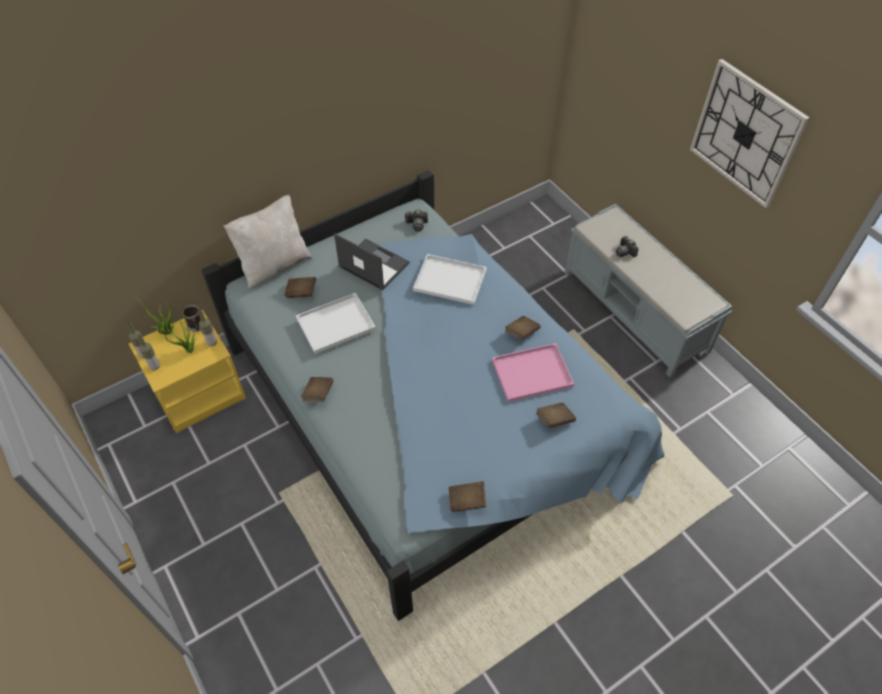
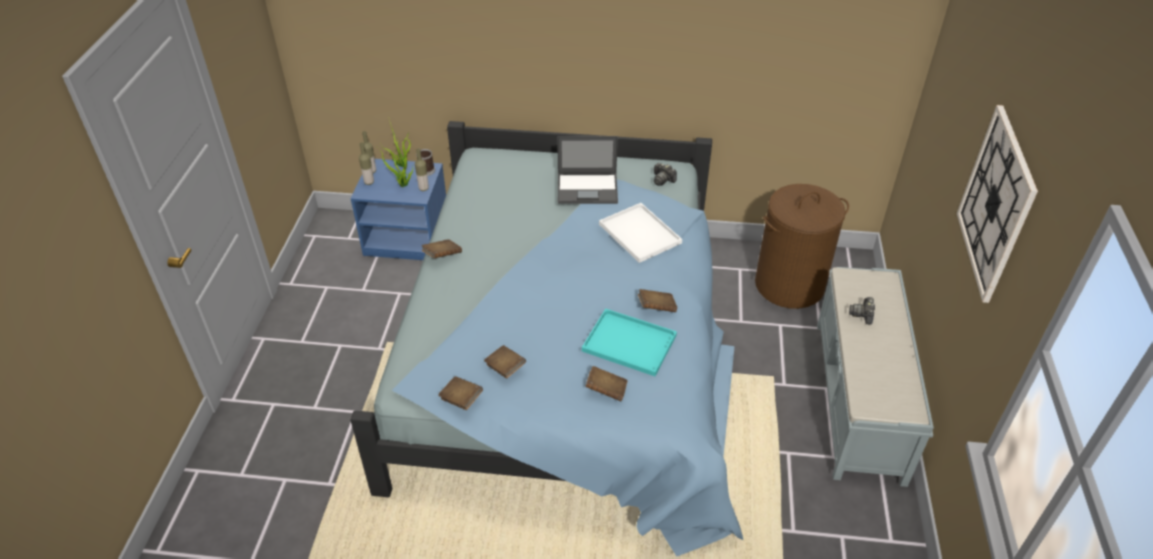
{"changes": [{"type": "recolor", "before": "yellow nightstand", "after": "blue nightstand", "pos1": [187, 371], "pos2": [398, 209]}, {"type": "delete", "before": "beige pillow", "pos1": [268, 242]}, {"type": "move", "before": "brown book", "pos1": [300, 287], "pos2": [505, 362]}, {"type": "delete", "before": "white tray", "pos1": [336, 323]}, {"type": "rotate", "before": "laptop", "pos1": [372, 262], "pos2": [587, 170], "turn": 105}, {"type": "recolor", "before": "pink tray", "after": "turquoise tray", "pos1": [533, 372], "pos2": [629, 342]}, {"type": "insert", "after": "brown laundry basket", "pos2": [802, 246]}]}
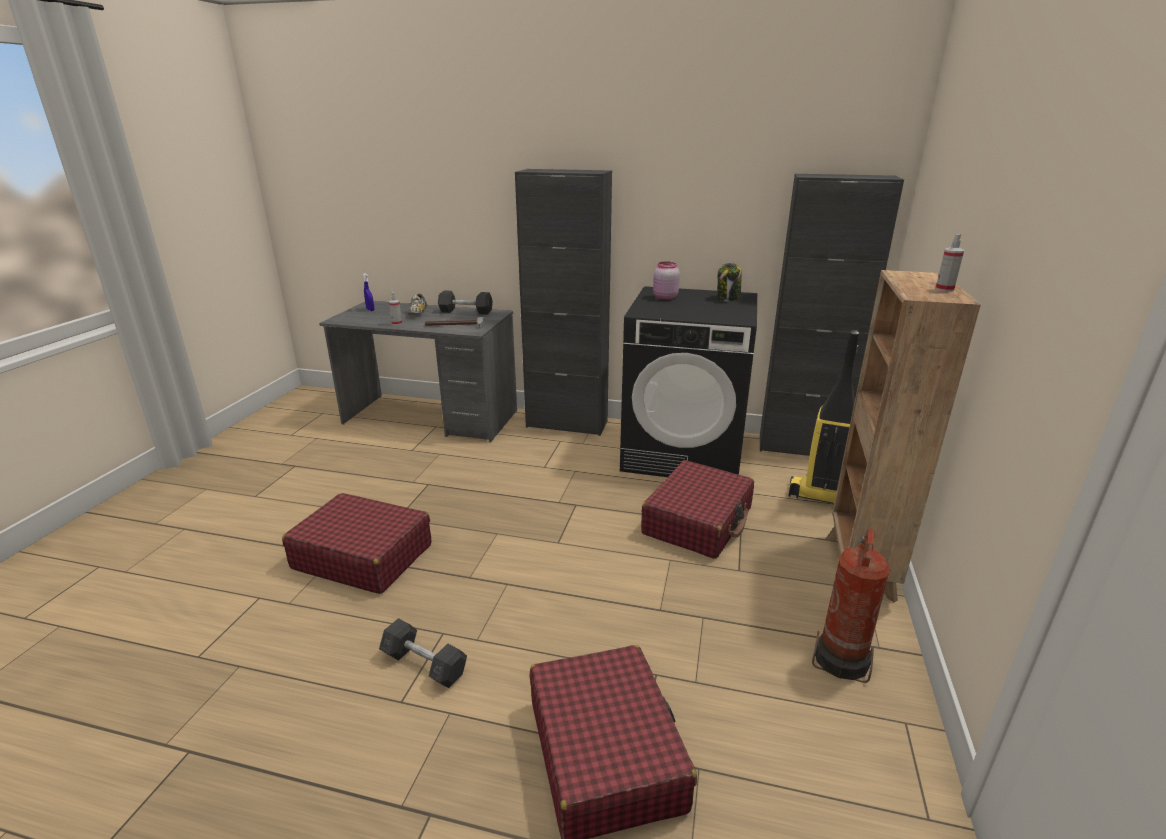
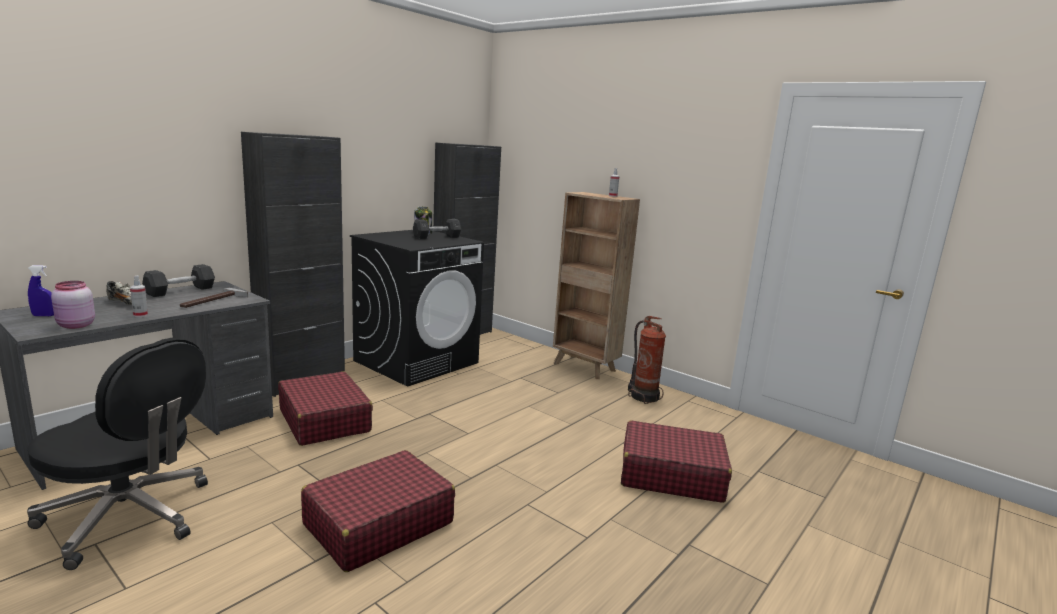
{"changes": [{"type": "move", "before": "grey dumbbell", "pos1": [423, 653], "pos2": [437, 229]}, {"type": "move", "before": "red suitcase", "pos1": [697, 509], "pos2": [325, 408]}, {"type": "move", "before": "pink jar", "pos1": [666, 281], "pos2": [73, 305]}, {"type": "delete", "before": "vacuum cleaner", "pos1": [823, 417]}, {"type": "insert", "after": "black office chair", "pos2": [117, 454]}]}
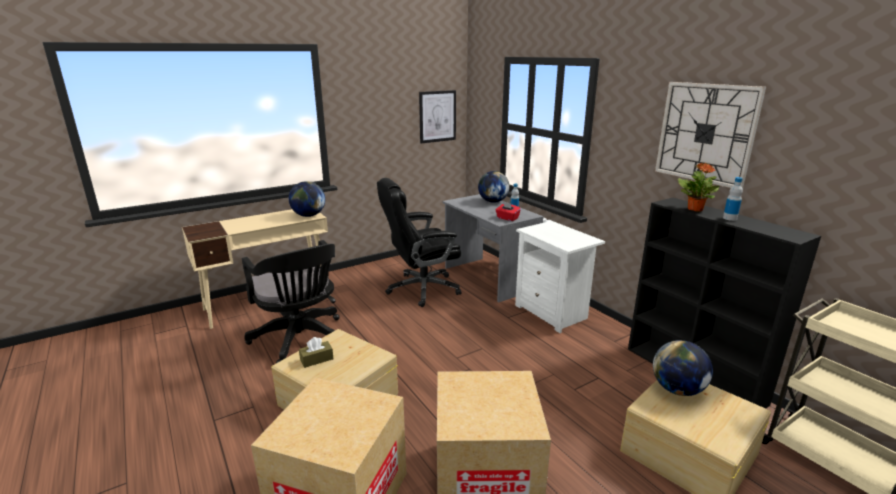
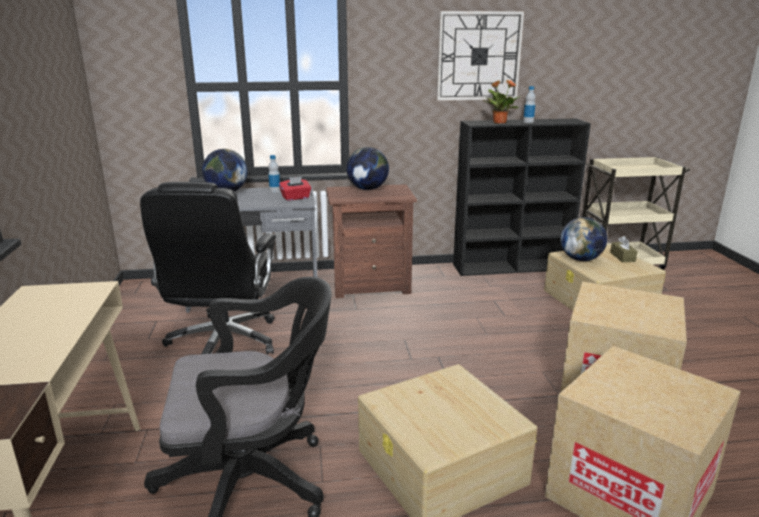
{"changes": [{"type": "move", "before": "globe", "pos1": [307, 199], "pos2": [367, 168]}, {"type": "move", "before": "brown tissue box", "pos1": [316, 352], "pos2": [624, 249]}, {"type": "delete", "before": "picture", "pos1": [437, 116]}, {"type": "recolor", "before": "white nightstand", "after": "brown nightstand", "pos1": [560, 277], "pos2": [371, 241]}]}
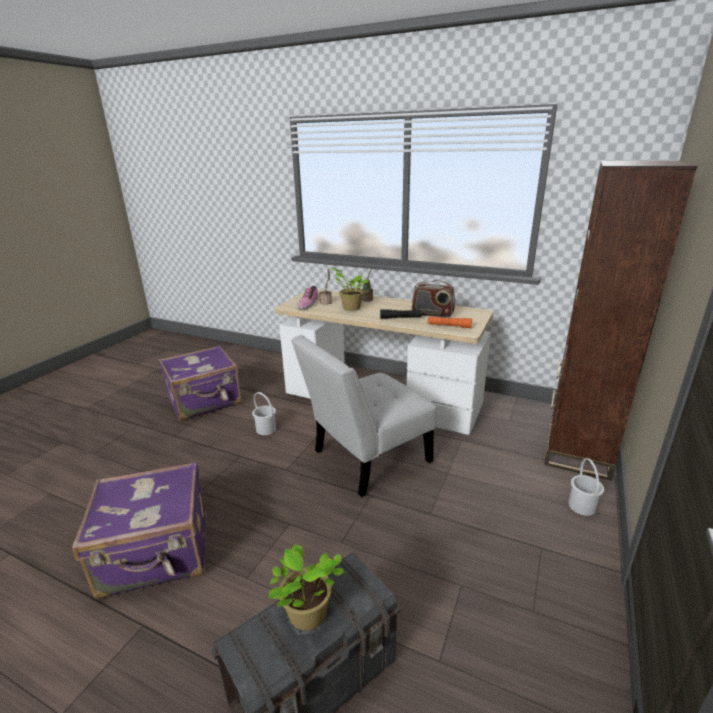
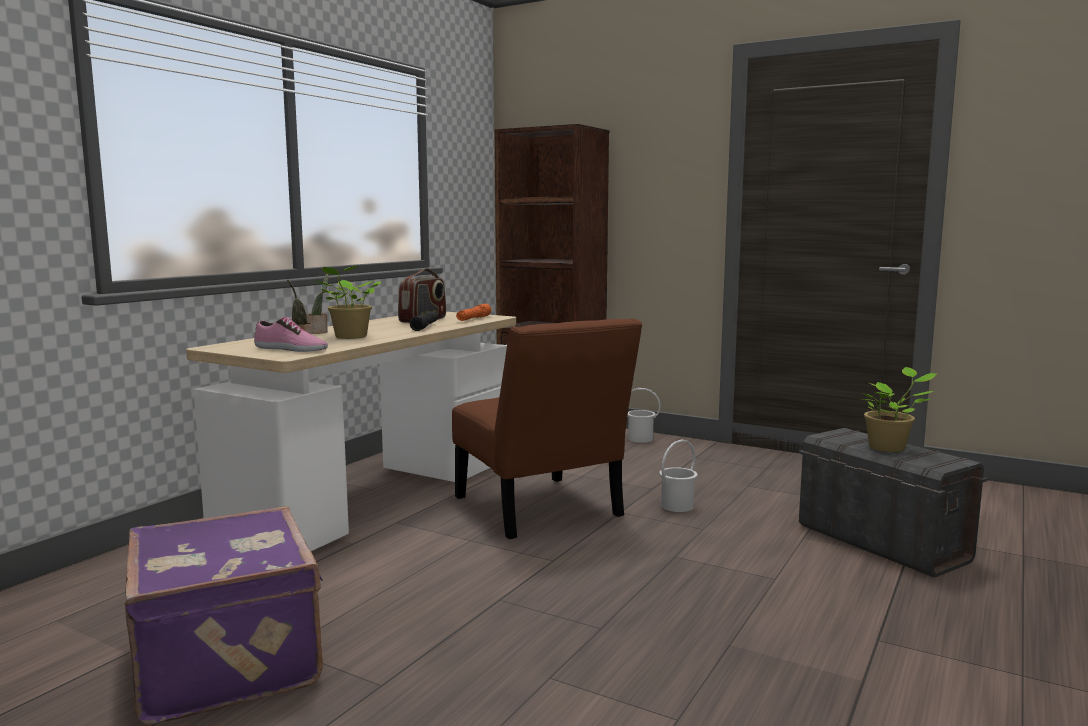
{"changes": [{"type": "delete", "before": "purple suitcase", "pos1": [139, 530]}, {"type": "move", "before": "white bucket", "pos1": [264, 413], "pos2": [678, 475]}, {"type": "recolor", "before": "white chair", "after": "brown chair", "pos1": [364, 416], "pos2": [547, 428]}]}
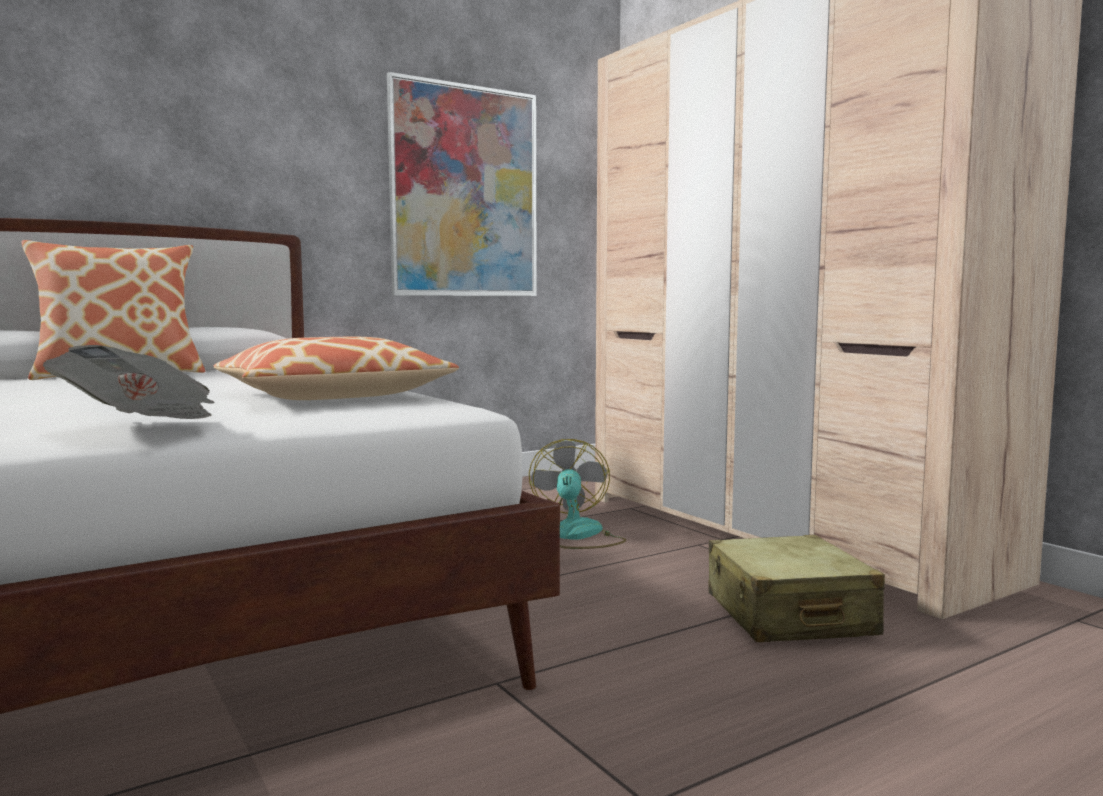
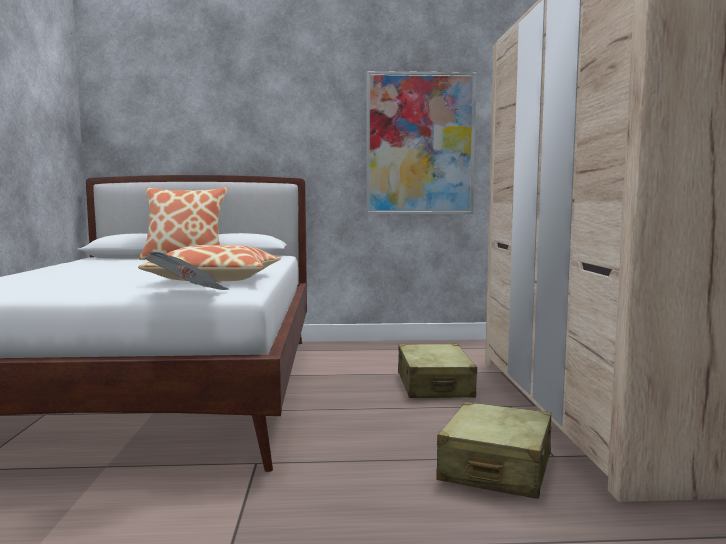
{"changes": [{"type": "move", "before": "newspaper", "pos1": [129, 382], "pos2": [187, 271]}, {"type": "replace", "before": "fan", "after": "beige suitcase", "pos1": [577, 494], "pos2": [437, 371]}]}
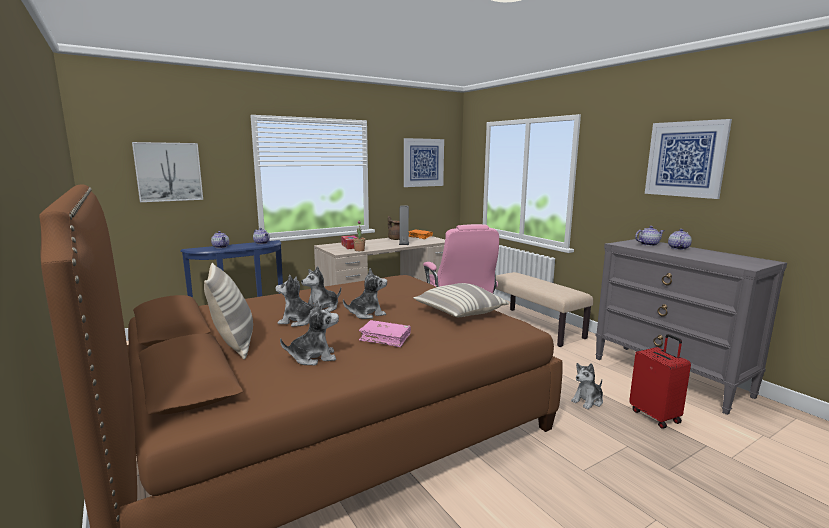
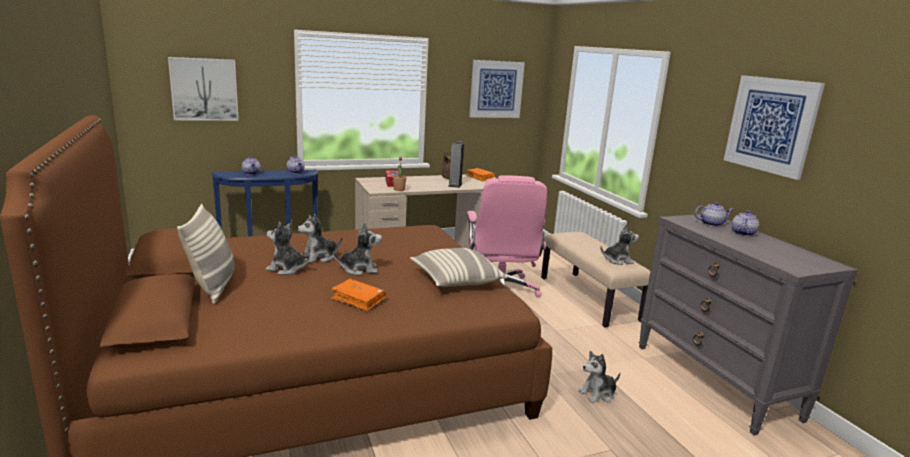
{"changes": [{"type": "move", "before": "plush toy", "pos1": [309, 332], "pos2": [619, 244]}, {"type": "recolor", "before": "pink book", "after": "orange book", "pos1": [385, 333], "pos2": [358, 295]}, {"type": "delete", "before": "red suitcase", "pos1": [660, 381]}]}
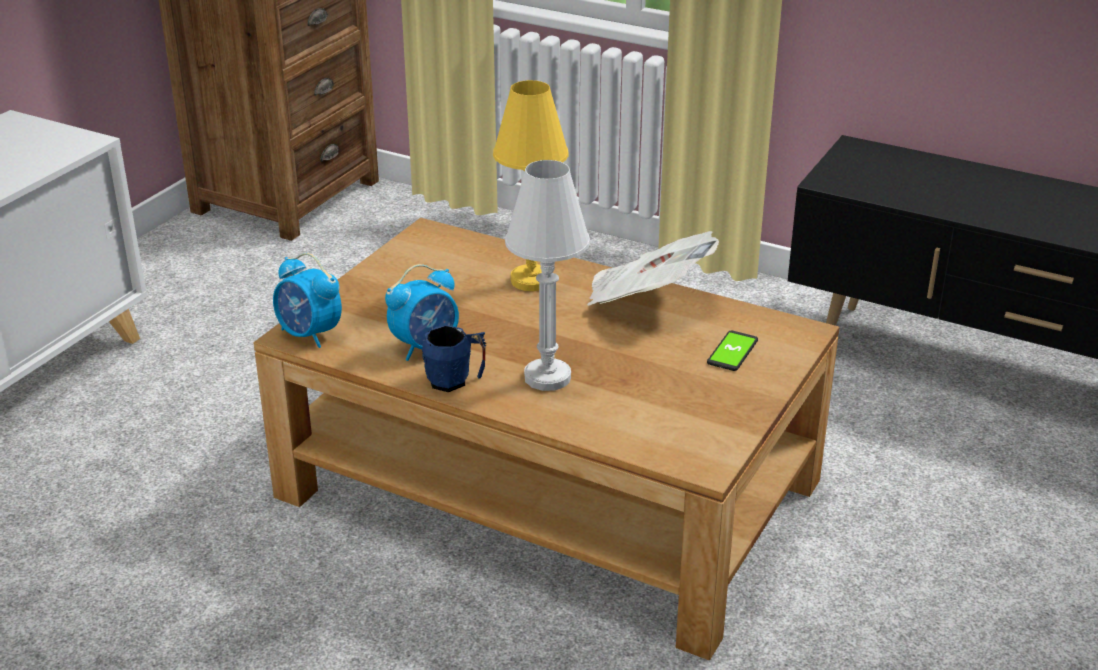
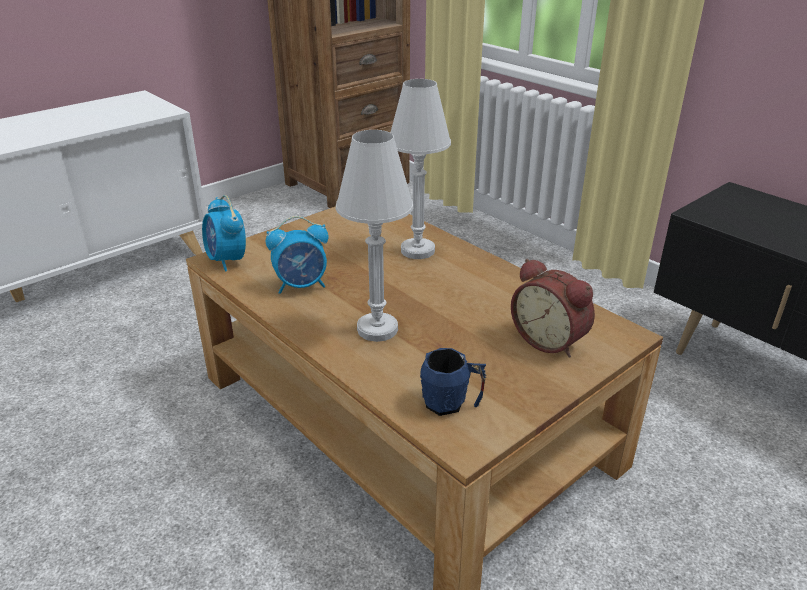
{"changes": [{"type": "move", "before": "blue mug", "pos1": [454, 358], "pos2": [453, 382]}, {"type": "recolor", "before": "yellow table lamp", "after": "white table lamp", "pos1": [531, 185], "pos2": [420, 169]}, {"type": "delete", "before": "newspaper", "pos1": [653, 268]}, {"type": "replace", "before": "phone", "after": "alarm clock", "pos1": [732, 351], "pos2": [553, 308]}]}
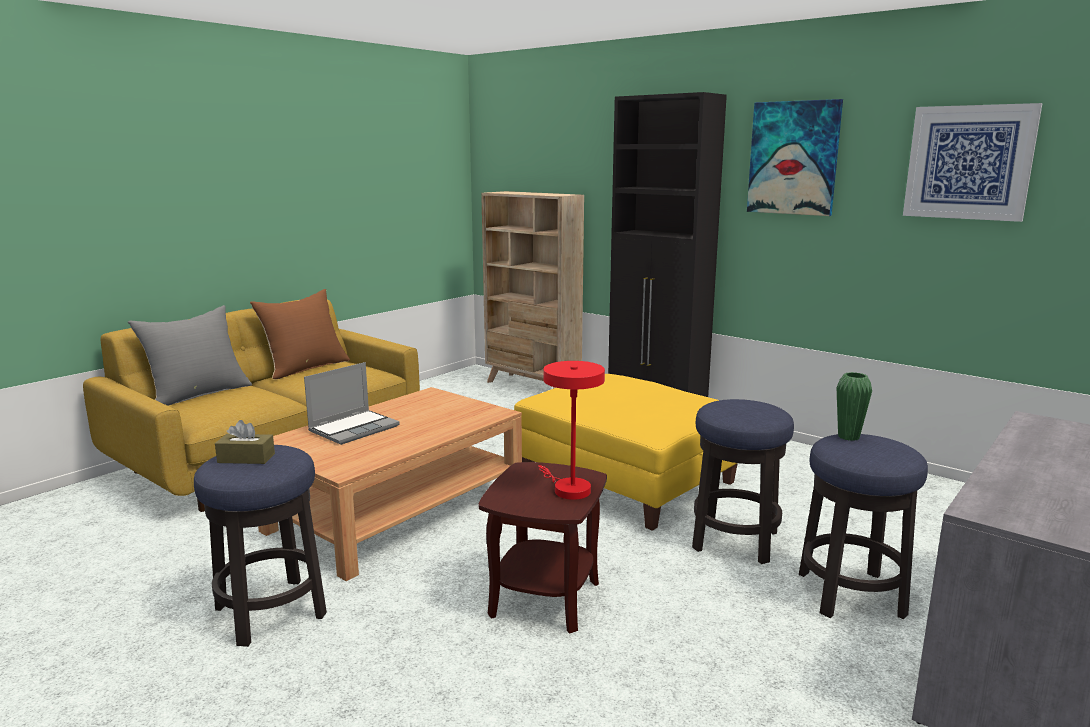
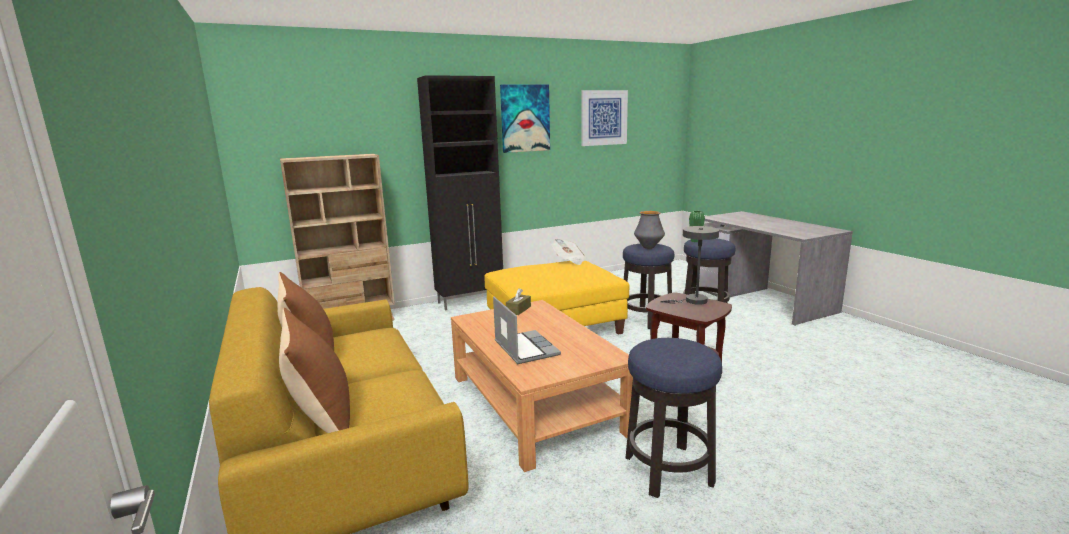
{"changes": [{"type": "recolor", "before": "grey pillow", "after": "brown pillow", "pos1": [190, 355], "pos2": [314, 370]}, {"type": "move", "before": "brown tissue box", "pos1": [245, 442], "pos2": [518, 301]}, {"type": "recolor", "before": "red table lamp", "after": "grey table lamp", "pos1": [571, 430], "pos2": [689, 265]}, {"type": "insert", "after": "newspaper", "pos2": [569, 252]}, {"type": "insert", "after": "vase", "pos2": [649, 230]}]}
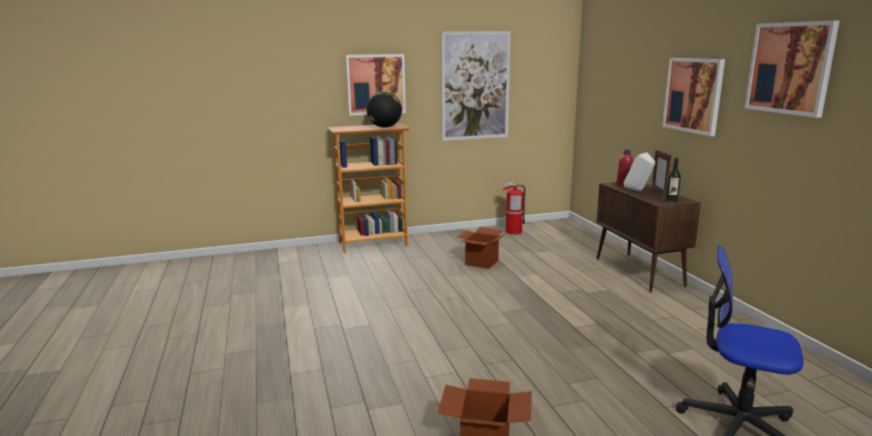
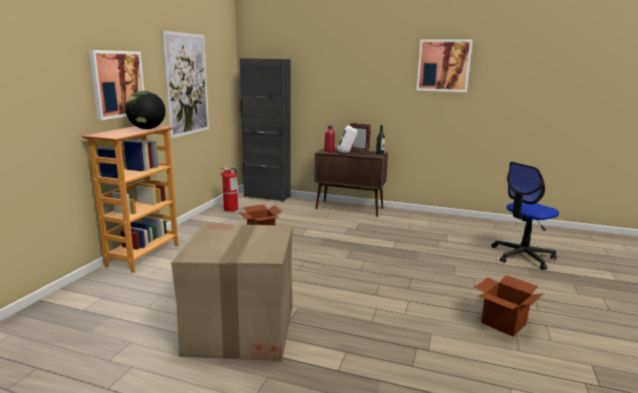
{"changes": [{"type": "delete", "before": "picture", "pos1": [693, 97]}, {"type": "insert", "after": "cardboard box", "pos2": [232, 292]}, {"type": "insert", "after": "black cabinet", "pos2": [265, 130]}]}
